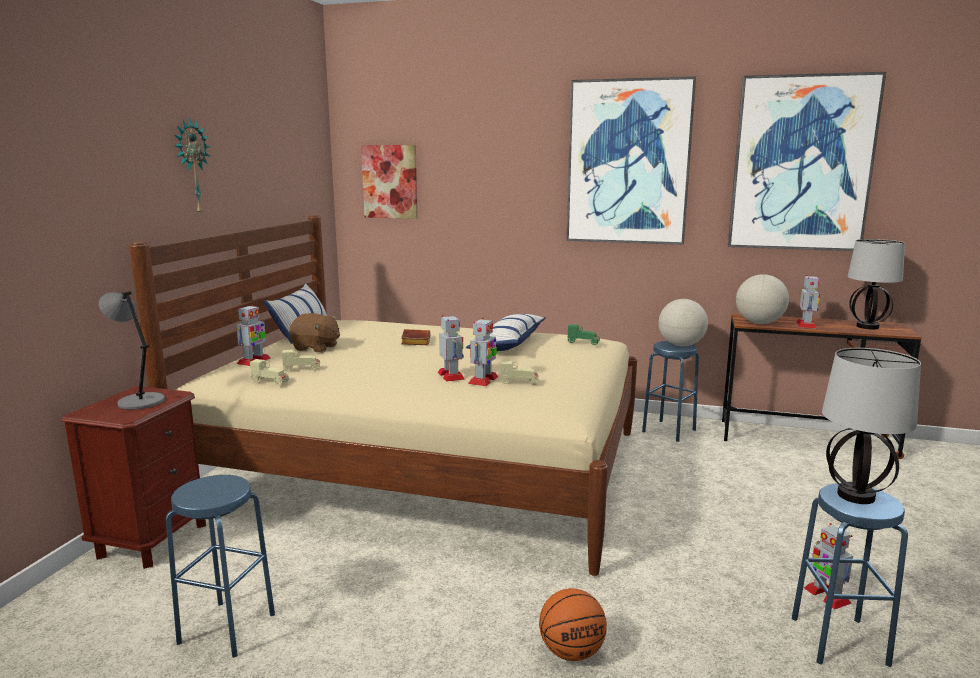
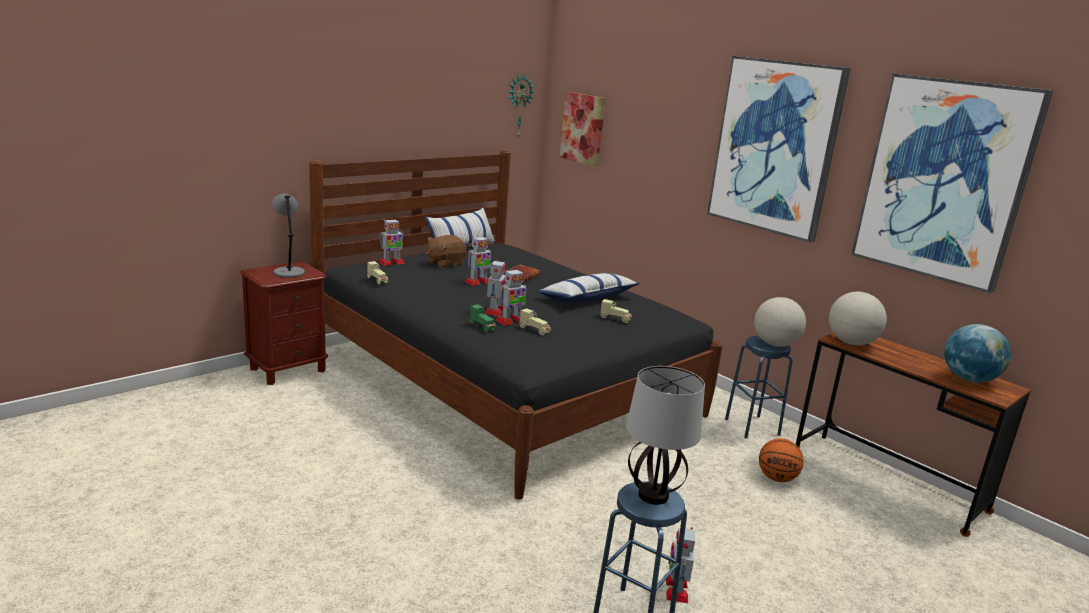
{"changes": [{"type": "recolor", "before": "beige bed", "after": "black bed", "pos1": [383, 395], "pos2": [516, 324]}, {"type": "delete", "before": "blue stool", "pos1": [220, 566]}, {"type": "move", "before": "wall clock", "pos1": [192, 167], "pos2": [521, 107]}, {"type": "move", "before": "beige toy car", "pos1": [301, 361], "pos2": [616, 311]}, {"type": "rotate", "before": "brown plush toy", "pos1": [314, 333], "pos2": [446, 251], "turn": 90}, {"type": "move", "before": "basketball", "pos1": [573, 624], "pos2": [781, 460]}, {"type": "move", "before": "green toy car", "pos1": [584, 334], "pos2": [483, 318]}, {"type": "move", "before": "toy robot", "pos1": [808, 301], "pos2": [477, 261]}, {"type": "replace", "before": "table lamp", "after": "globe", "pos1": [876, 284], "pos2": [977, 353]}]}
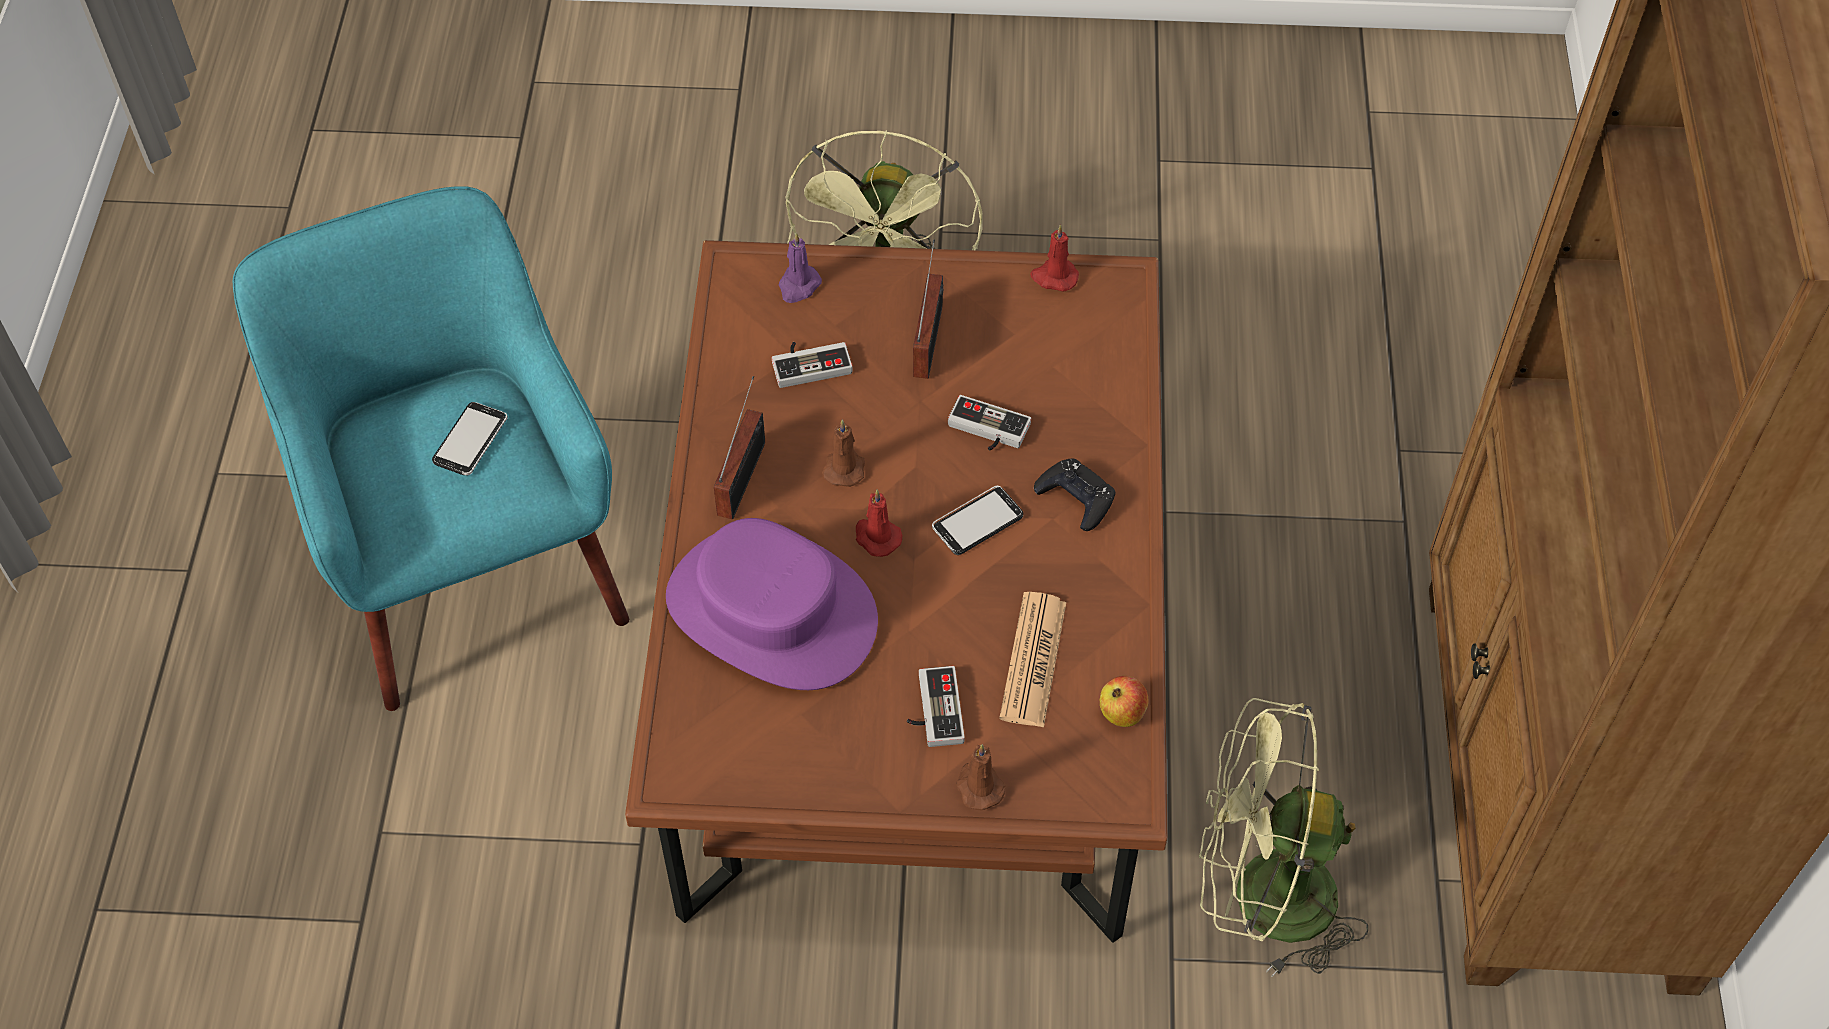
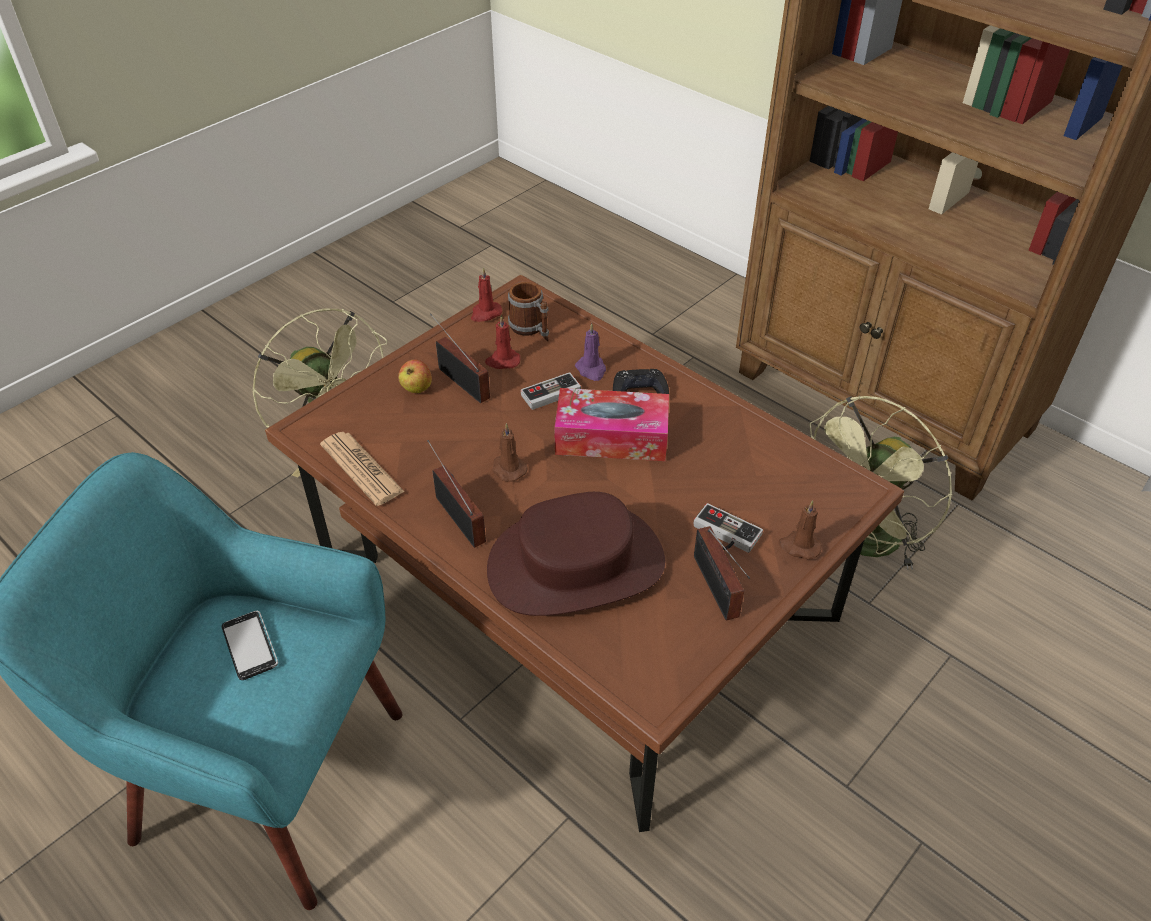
{"changes": [{"type": "recolor", "before": "purple hat", "after": "brown hat", "pos1": [772, 604], "pos2": [576, 554]}, {"type": "delete", "before": "game controller", "pos1": [812, 365]}, {"type": "move", "before": "purple candle", "pos1": [800, 267], "pos2": [590, 352]}, {"type": "move", "before": "red candle", "pos1": [879, 523], "pos2": [502, 342]}, {"type": "replace", "before": "phone", "after": "tissue box", "pos1": [977, 520], "pos2": [611, 424]}, {"type": "move", "before": "newspaper", "pos1": [1032, 660], "pos2": [362, 469]}, {"type": "move", "before": "apple", "pos1": [1124, 701], "pos2": [415, 376]}, {"type": "insert", "after": "mug", "pos2": [528, 311]}, {"type": "insert", "after": "radio", "pos2": [722, 573]}]}
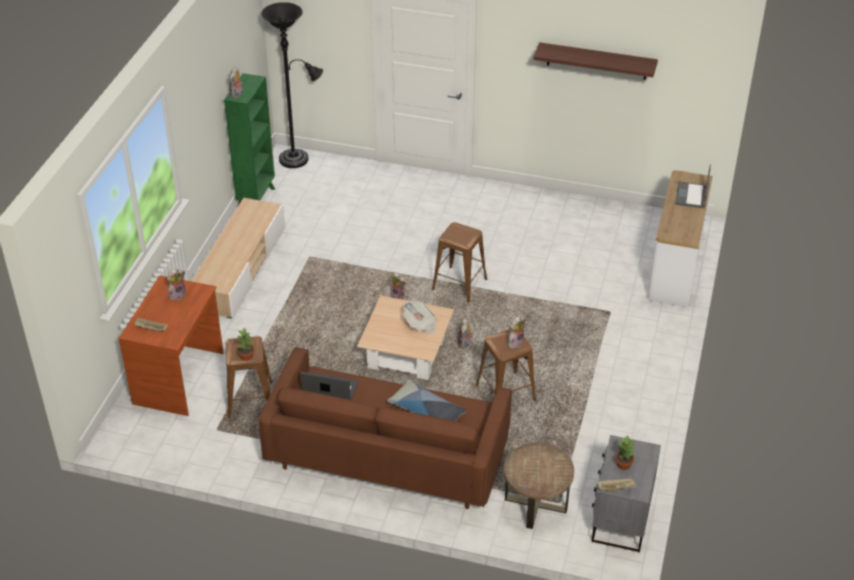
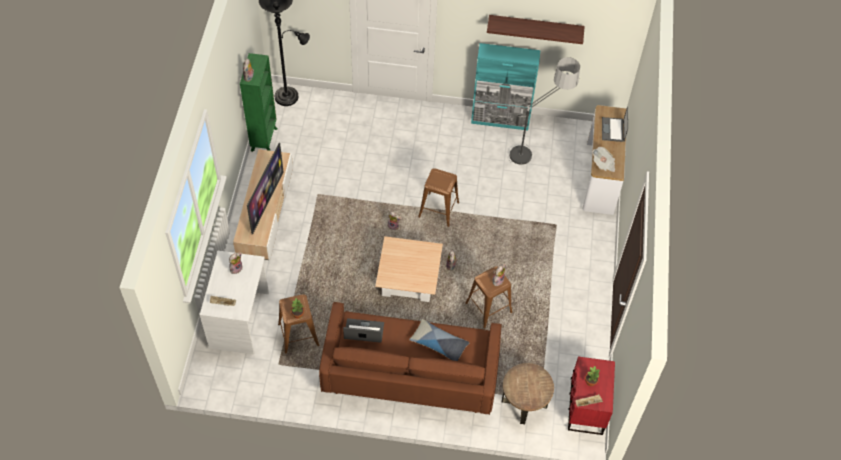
{"changes": [{"type": "recolor", "before": "brown desk", "after": "white desk", "pos1": [171, 346], "pos2": [234, 302]}, {"type": "move", "before": "newspaper", "pos1": [420, 317], "pos2": [604, 159]}, {"type": "recolor", "before": "grey nightstand", "after": "red nightstand", "pos1": [626, 493], "pos2": [591, 395]}, {"type": "insert", "after": "television", "pos2": [265, 188]}, {"type": "insert", "after": "turquoise cabinet", "pos2": [506, 87]}, {"type": "insert", "after": "floor lamp", "pos2": [544, 111]}]}
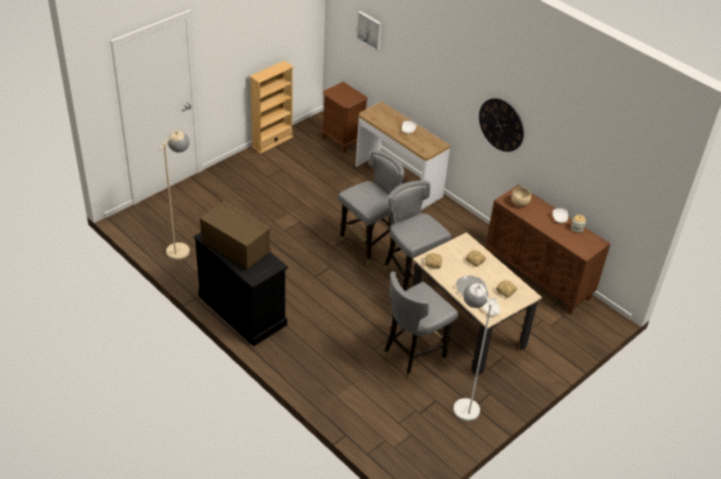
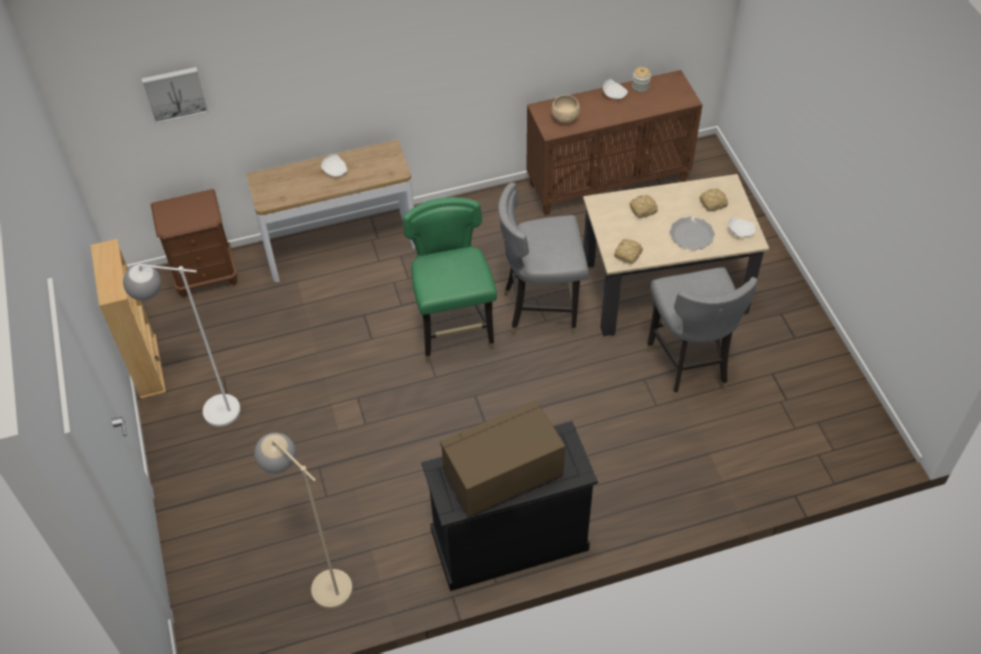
{"changes": [{"type": "recolor", "before": "grey chair", "after": "green chair", "pos1": [371, 207], "pos2": [450, 280]}, {"type": "move", "before": "white floor lamp", "pos1": [474, 352], "pos2": [181, 345]}, {"type": "delete", "before": "wall clock", "pos1": [501, 125]}]}
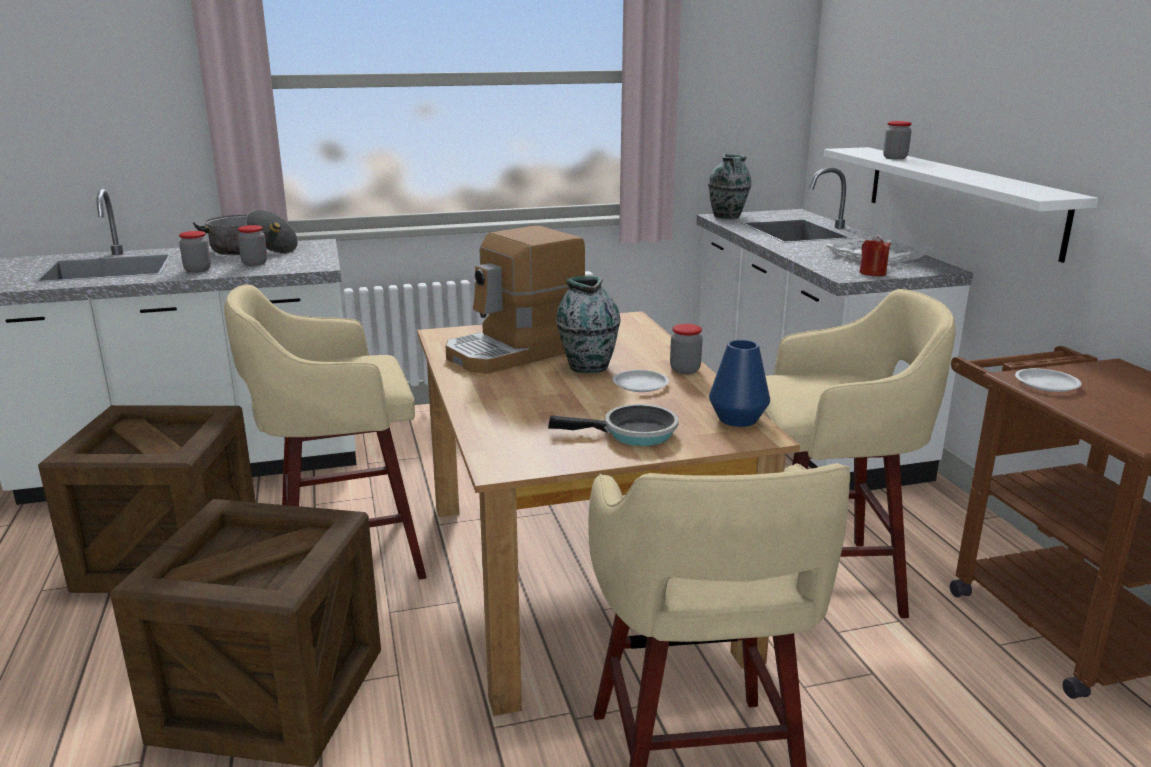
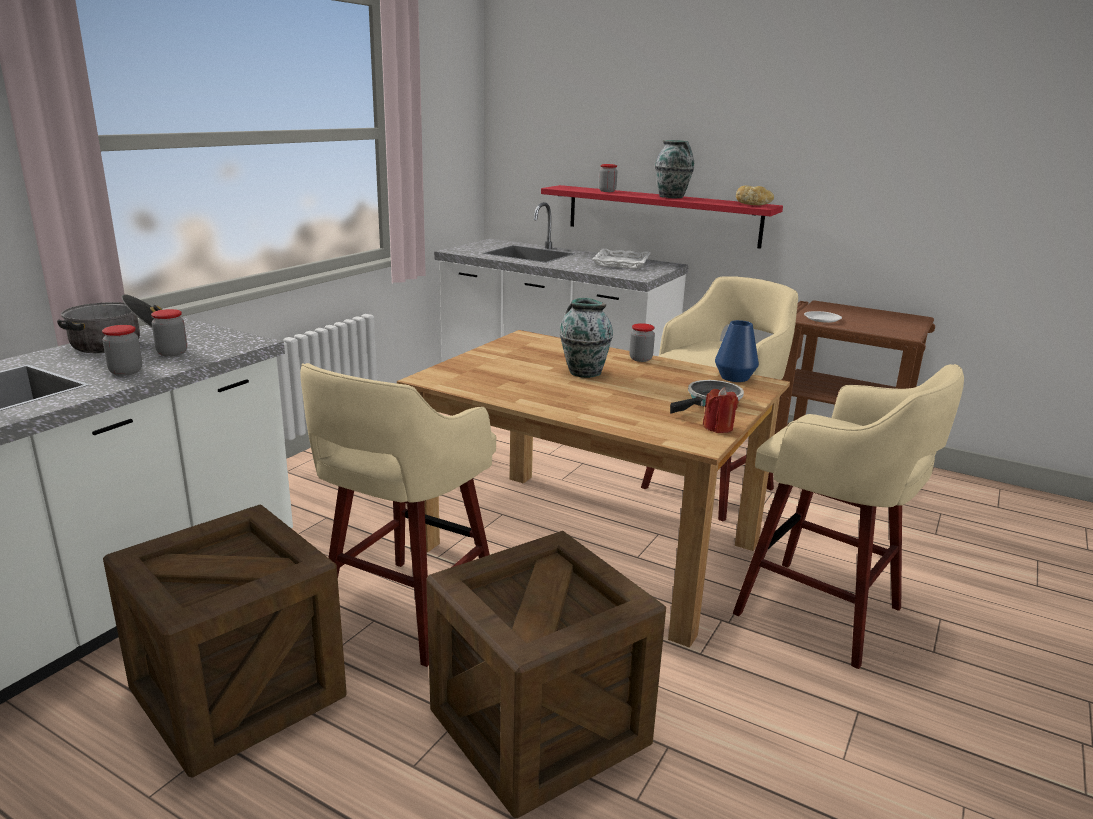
{"changes": [{"type": "delete", "before": "coffee machine", "pos1": [515, 300]}, {"type": "delete", "before": "white plate", "pos1": [640, 381]}, {"type": "move", "before": "vase", "pos1": [729, 186], "pos2": [674, 169]}, {"type": "recolor", "before": "white shelf", "after": "red shelf", "pos1": [961, 205], "pos2": [662, 217]}, {"type": "move", "before": "red candle", "pos1": [875, 256], "pos2": [721, 410]}, {"type": "insert", "after": "bread", "pos2": [755, 195]}]}
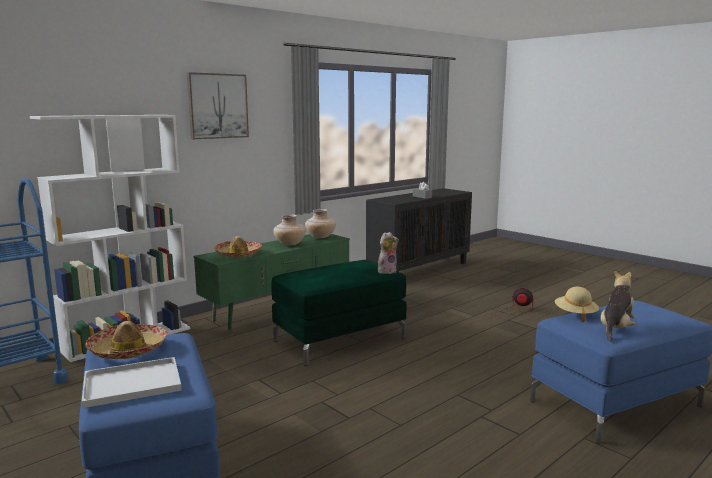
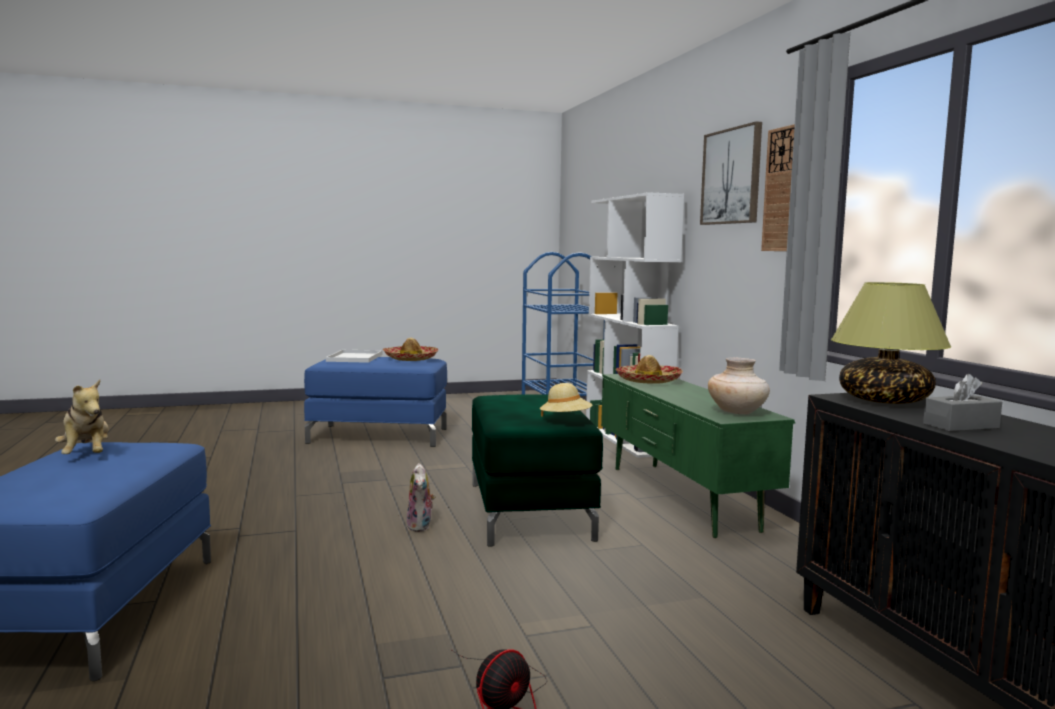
{"changes": [{"type": "delete", "before": "beige vase", "pos1": [289, 230]}, {"type": "move", "before": "plush toy", "pos1": [388, 253], "pos2": [420, 497]}, {"type": "move", "before": "beige hat", "pos1": [577, 304], "pos2": [566, 400]}, {"type": "insert", "after": "wall clock", "pos2": [778, 187]}, {"type": "insert", "after": "table lamp", "pos2": [891, 343]}]}
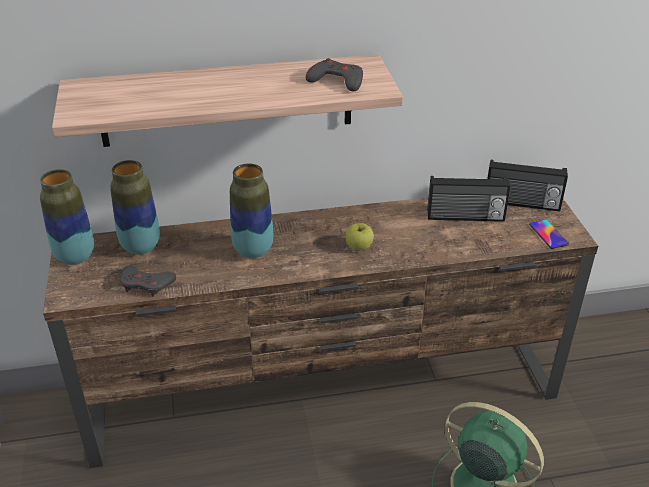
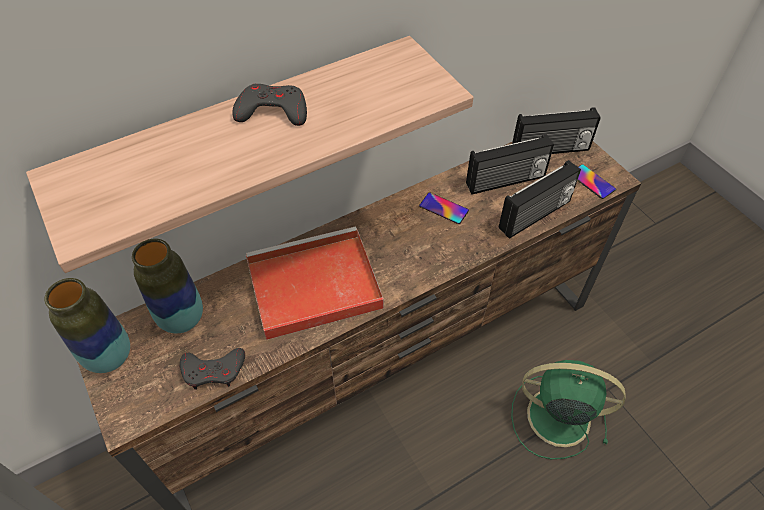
{"changes": [{"type": "replace", "before": "vase", "after": "red tray", "pos1": [251, 210], "pos2": [315, 283]}, {"type": "move", "before": "grey game controller", "pos1": [334, 74], "pos2": [269, 105]}, {"type": "delete", "before": "apple", "pos1": [360, 236]}, {"type": "insert", "after": "phone", "pos2": [444, 208]}, {"type": "insert", "after": "radio", "pos2": [540, 199]}]}
